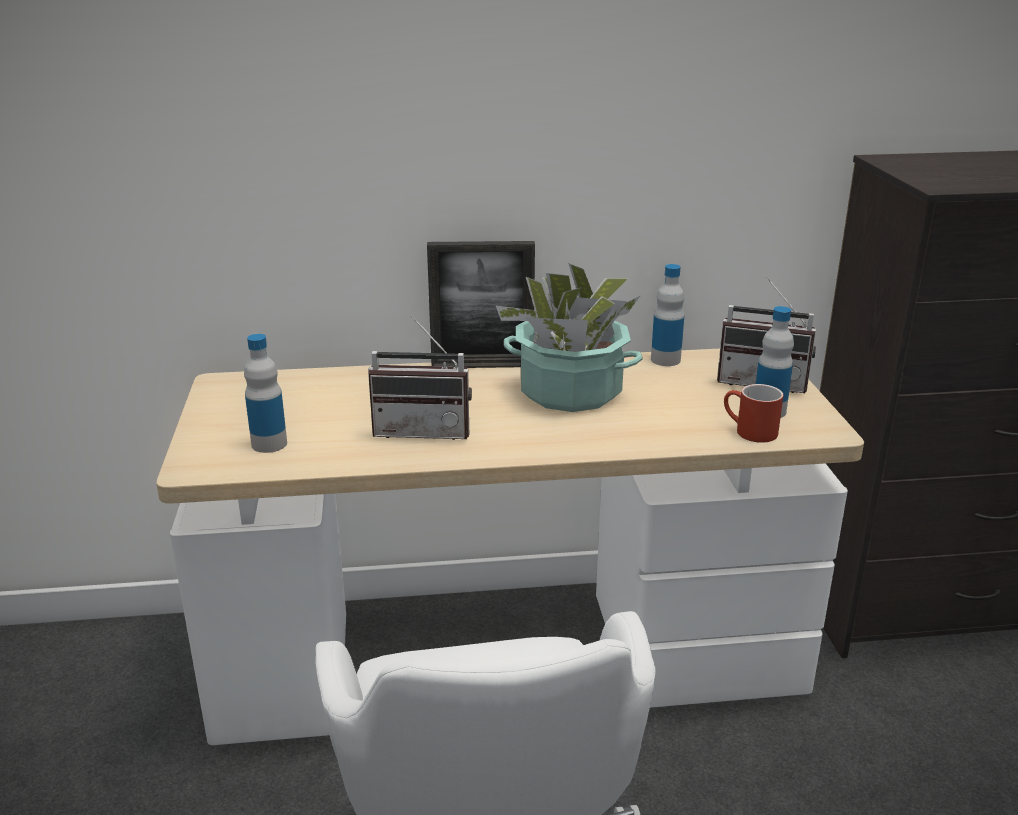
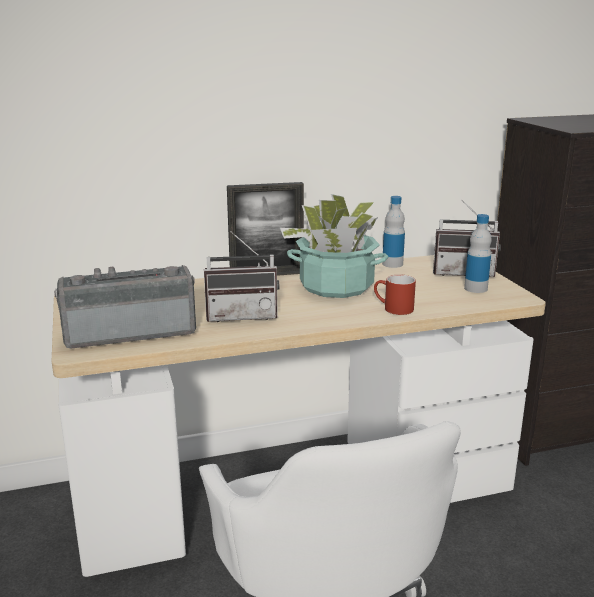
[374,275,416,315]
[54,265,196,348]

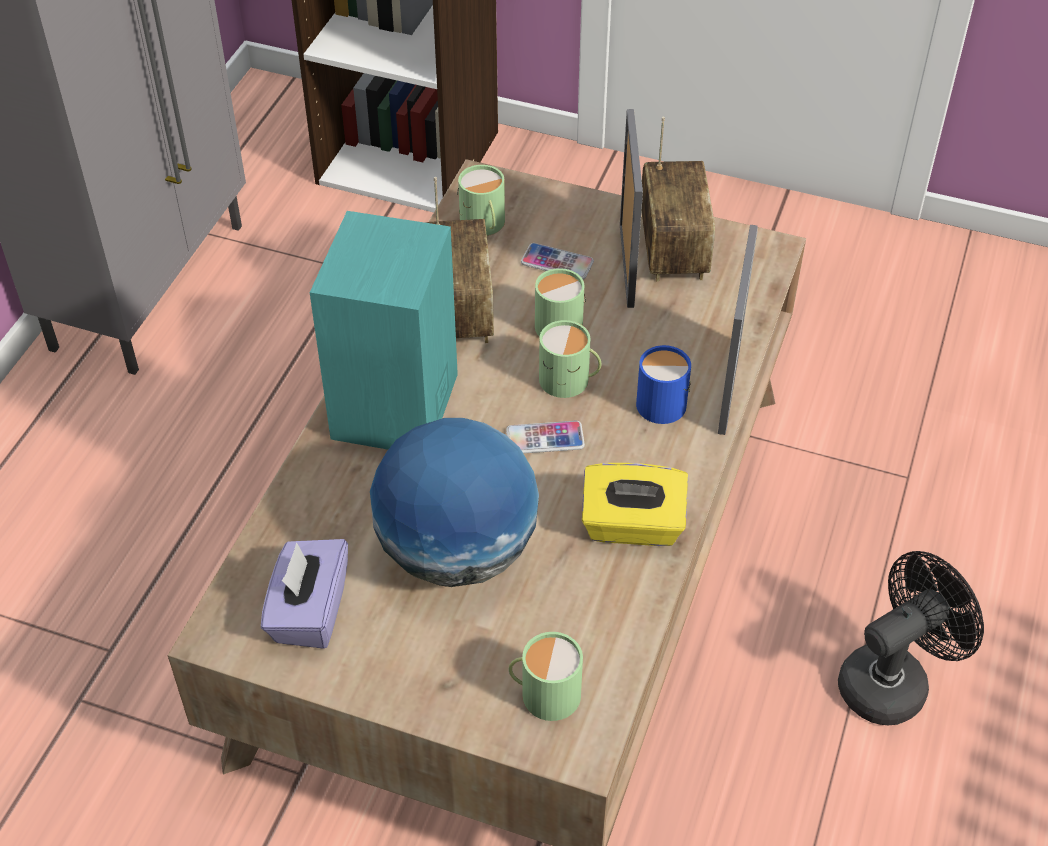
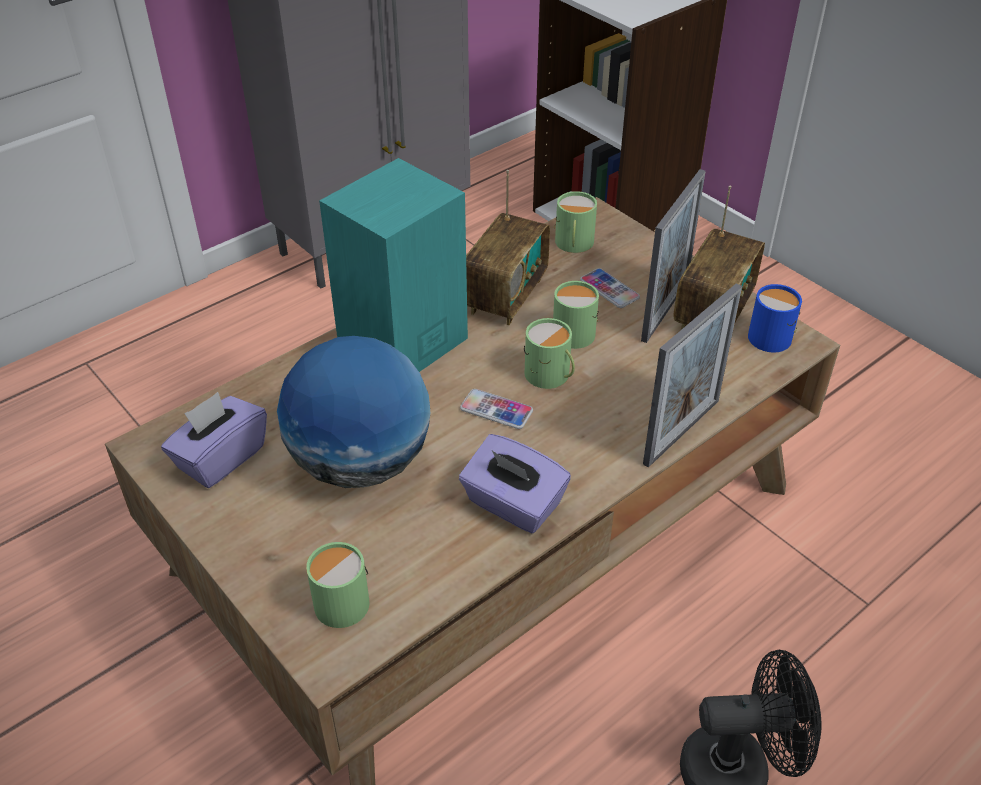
[748,284,802,352]
[459,434,571,533]

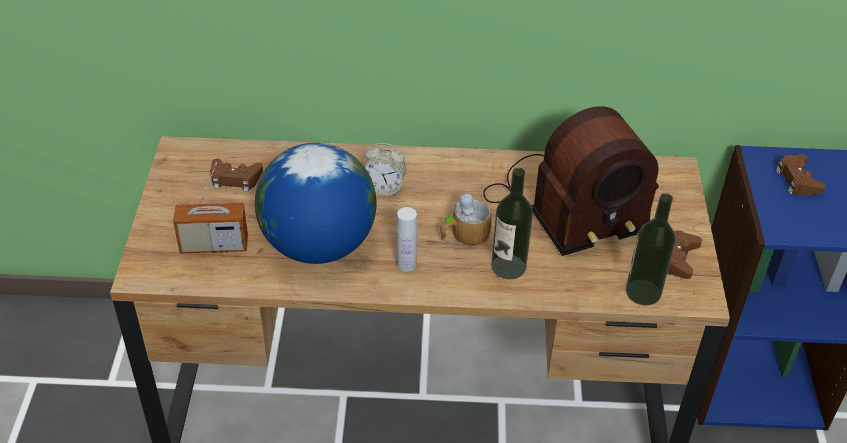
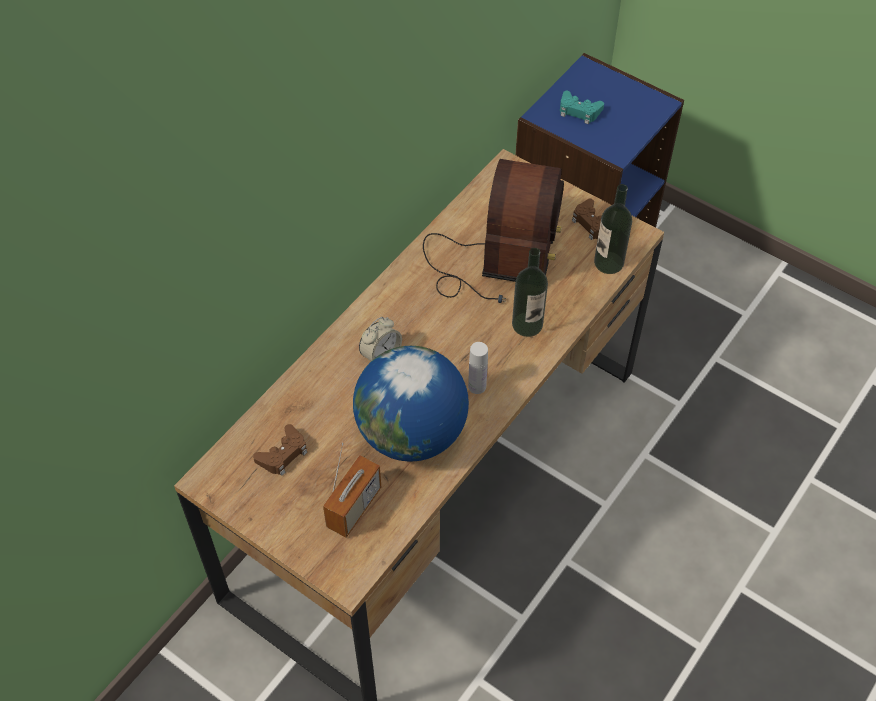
[440,193,492,247] (first image)
[560,91,604,124]

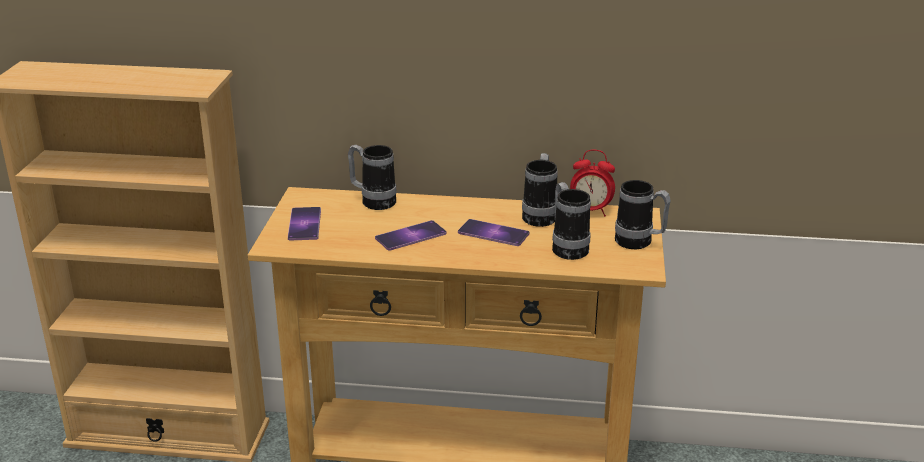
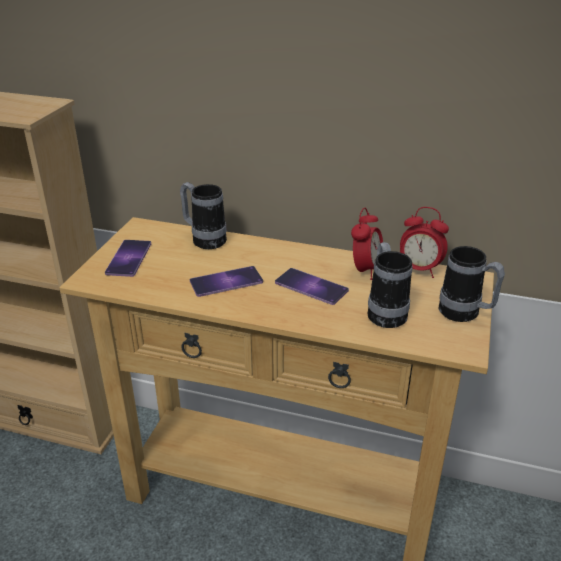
[351,208,383,280]

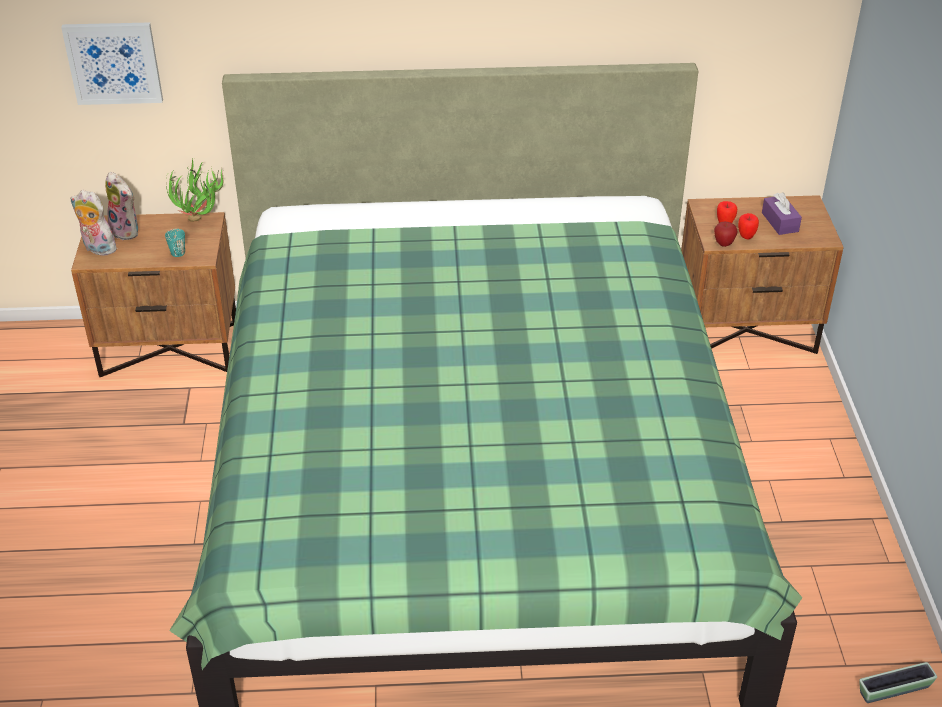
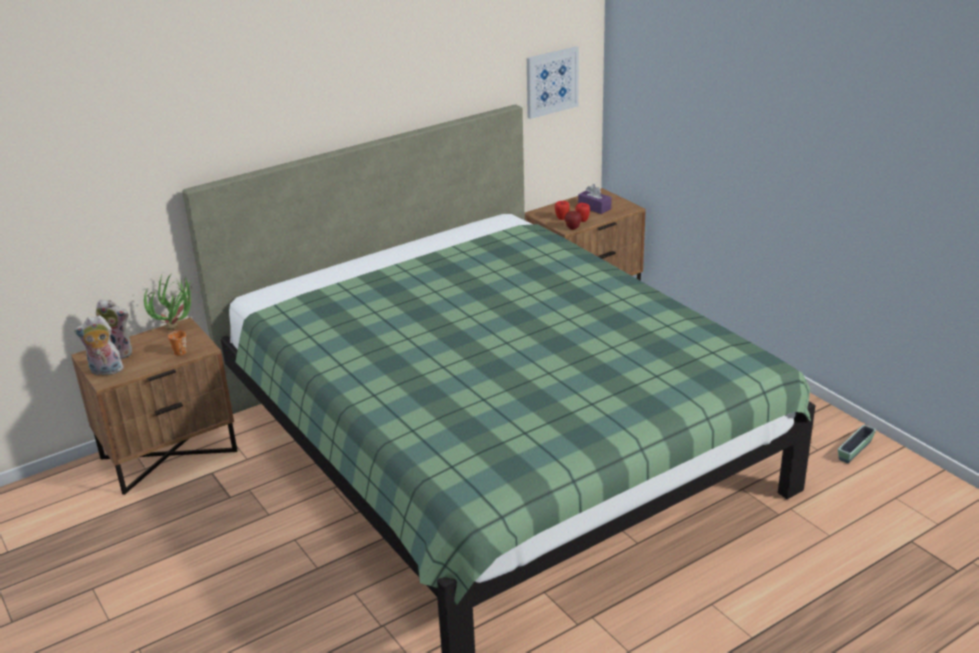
[527,47,579,119]
[168,330,187,355]

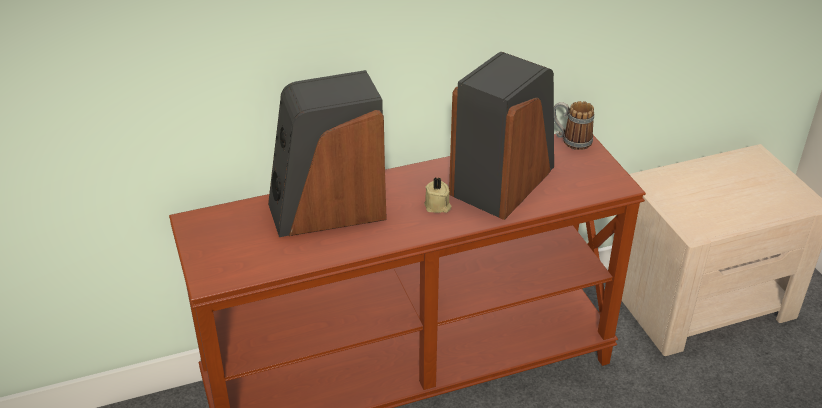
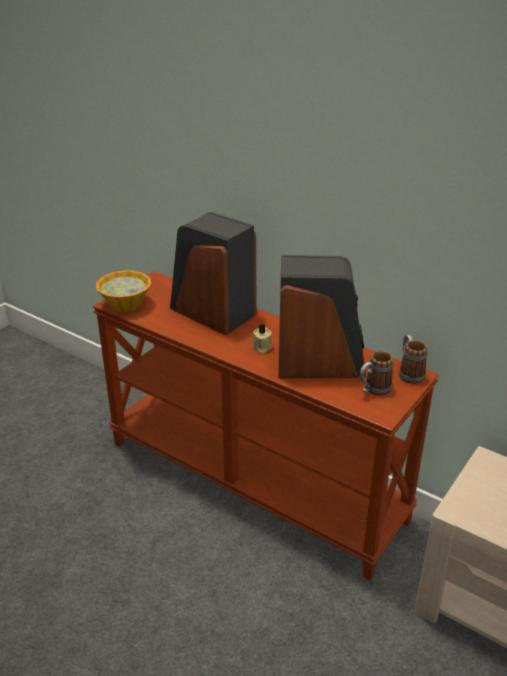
[96,271,151,312]
[360,351,393,395]

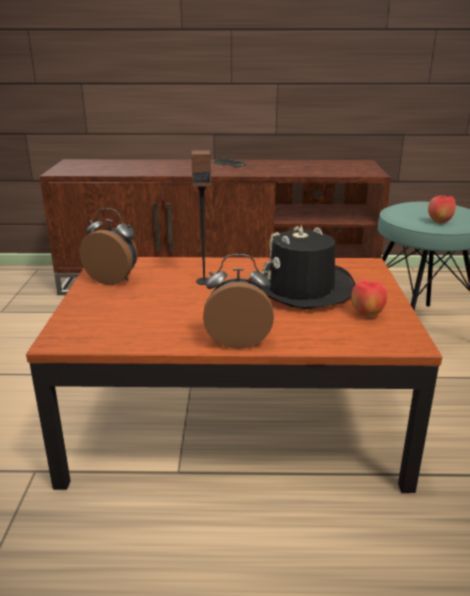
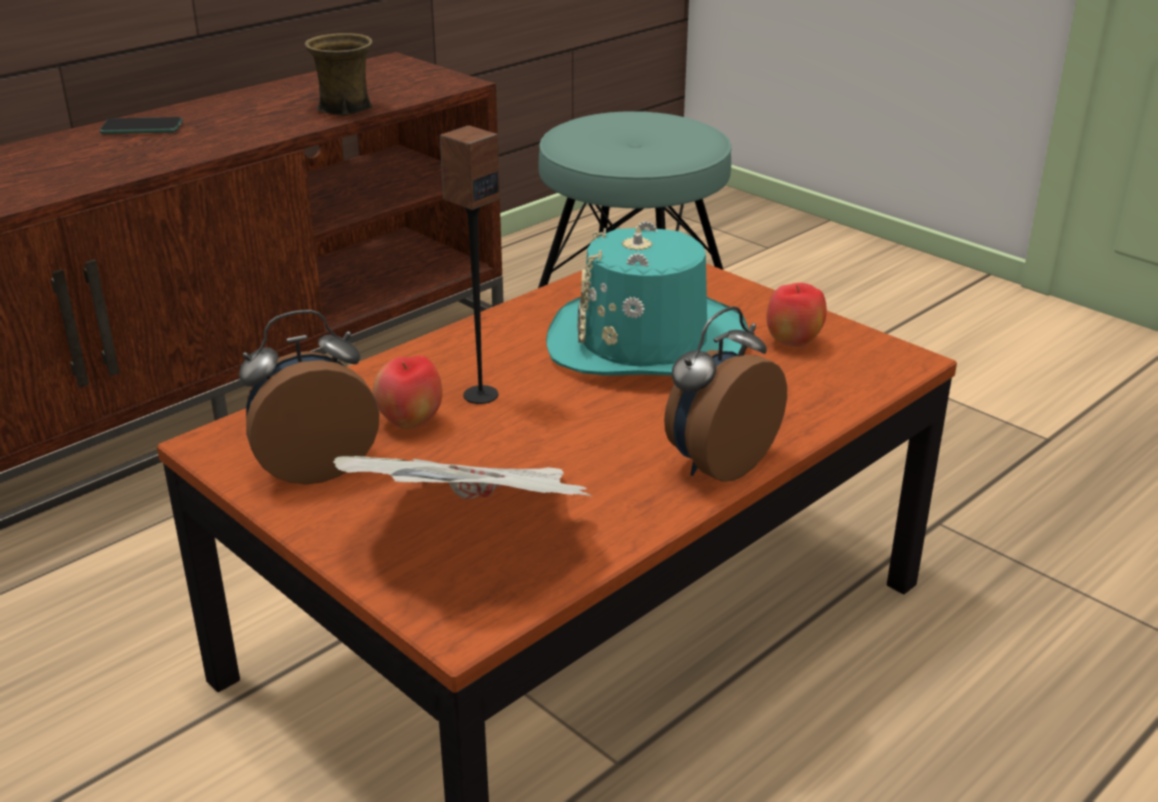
[305,33,373,116]
[333,456,592,500]
[373,356,443,429]
[546,220,748,376]

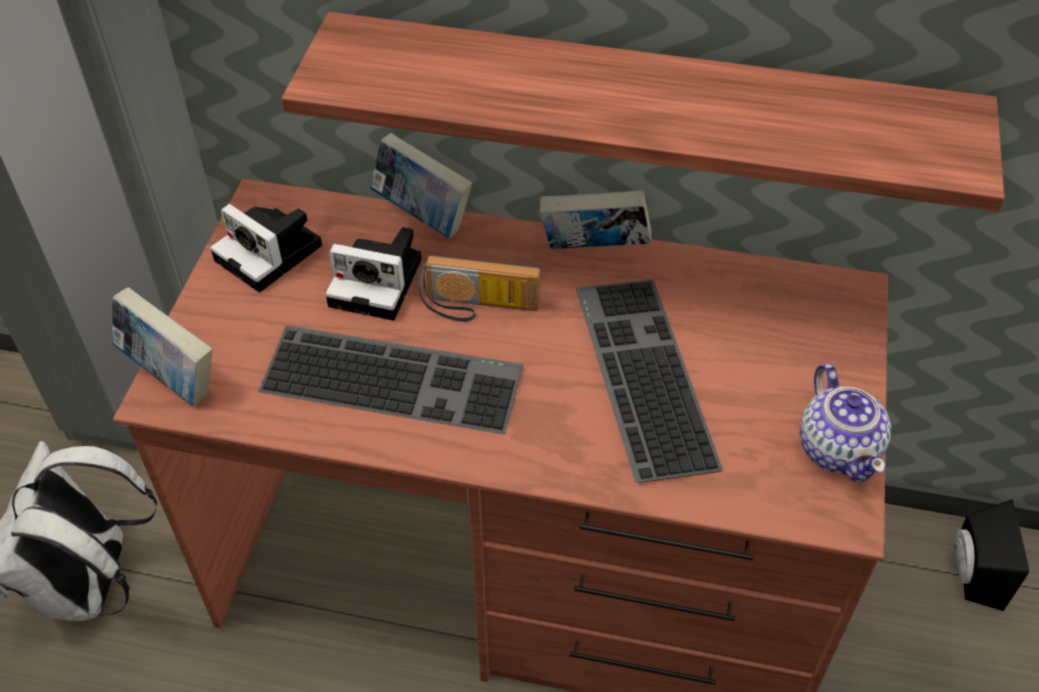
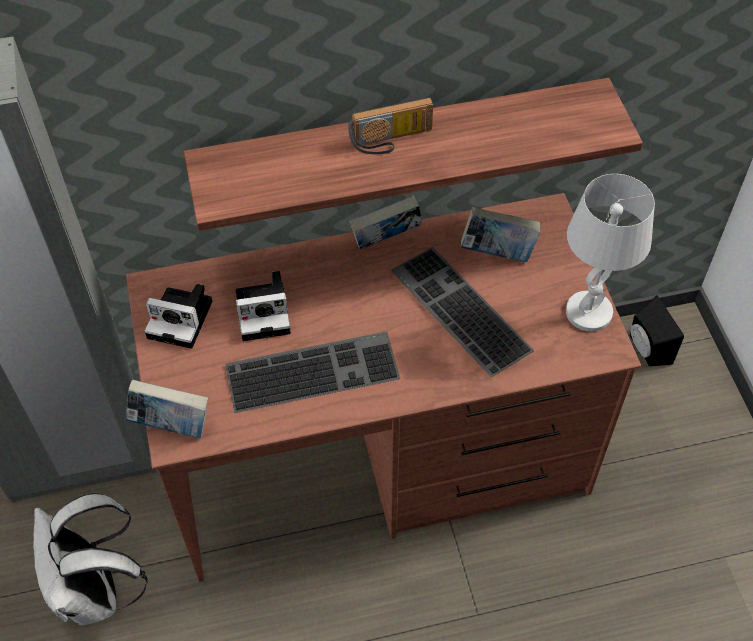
[461,207,541,262]
[348,97,433,154]
[566,174,655,332]

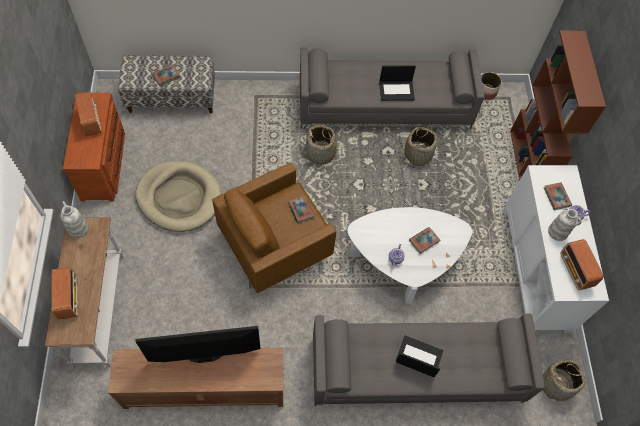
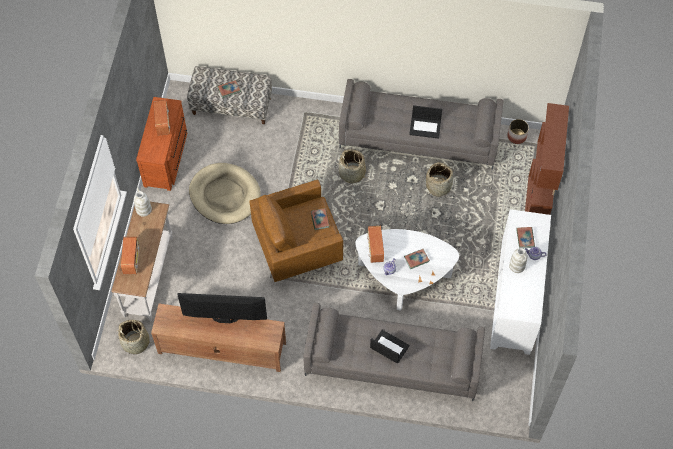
[117,320,154,354]
[367,226,384,263]

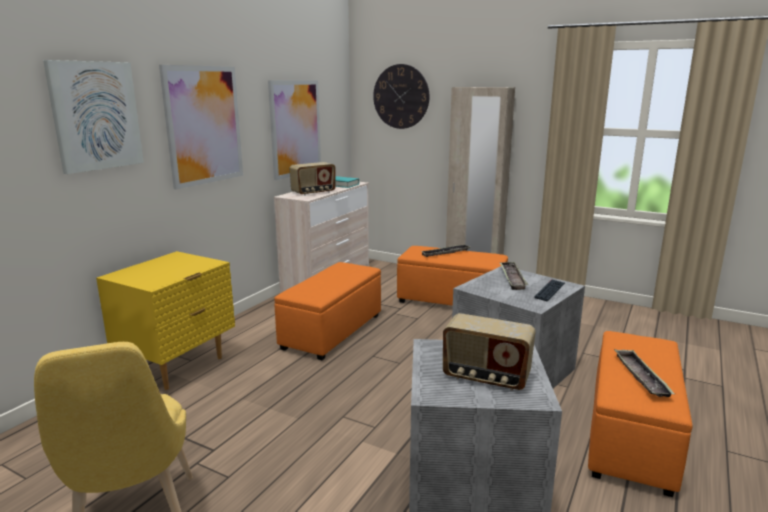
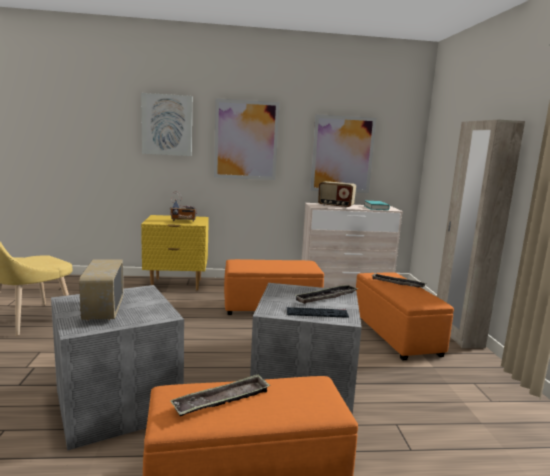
[373,64,429,129] (first image)
[170,191,197,222]

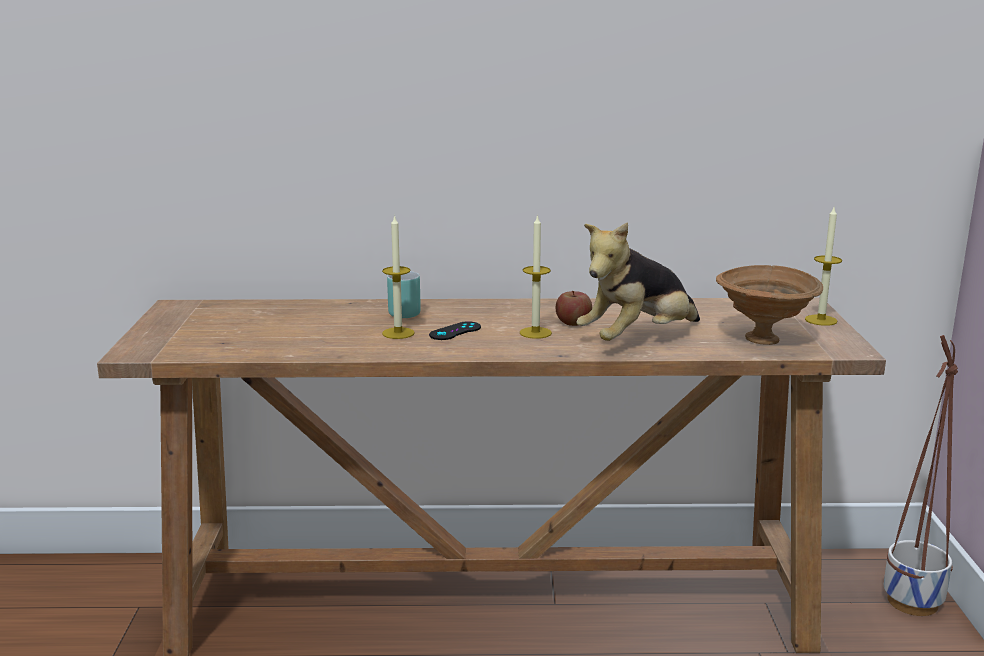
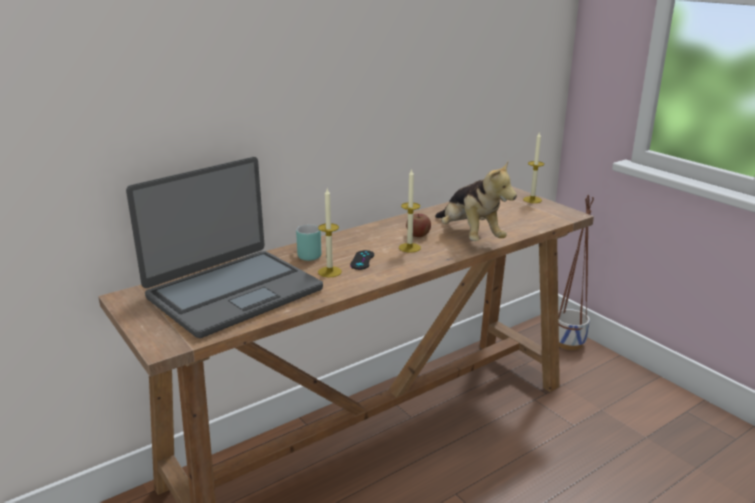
[716,265,823,345] (first image)
[126,157,323,338]
[435,161,517,241]

